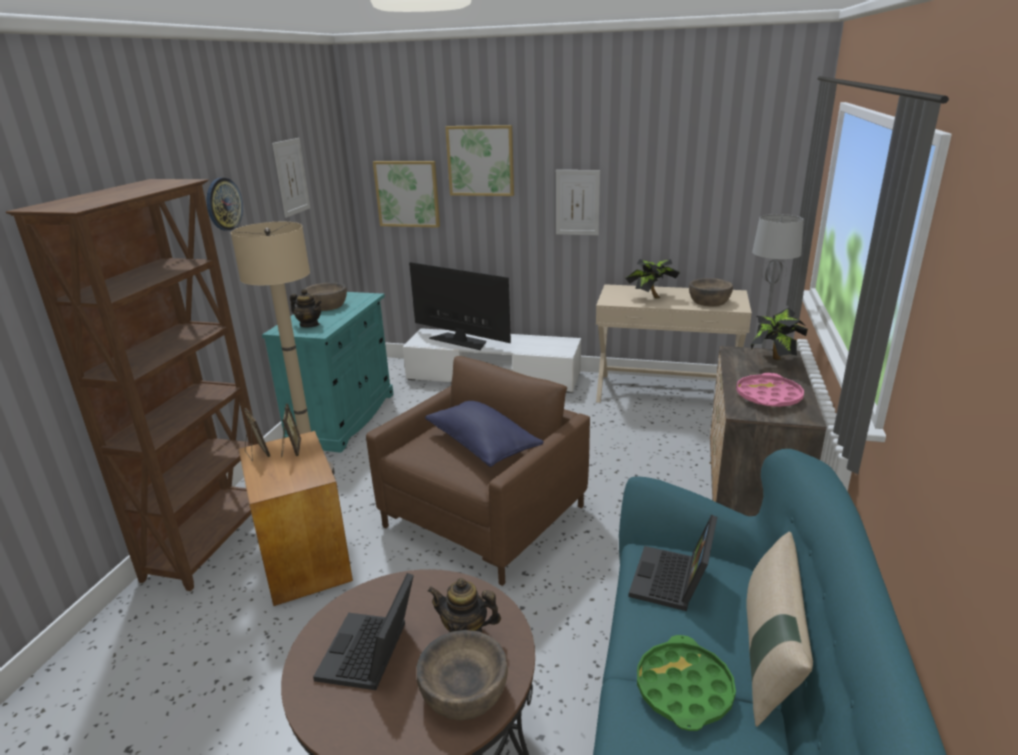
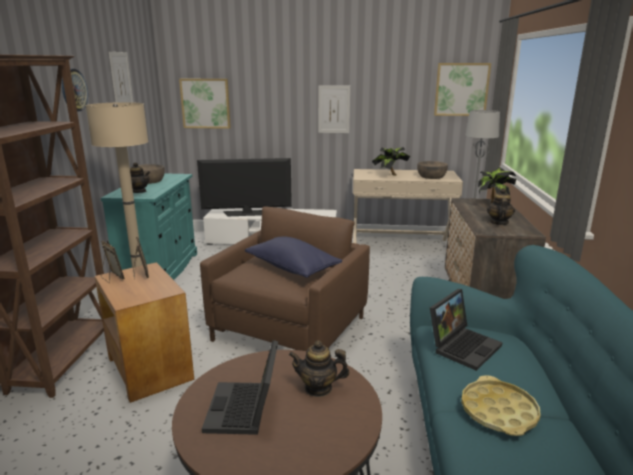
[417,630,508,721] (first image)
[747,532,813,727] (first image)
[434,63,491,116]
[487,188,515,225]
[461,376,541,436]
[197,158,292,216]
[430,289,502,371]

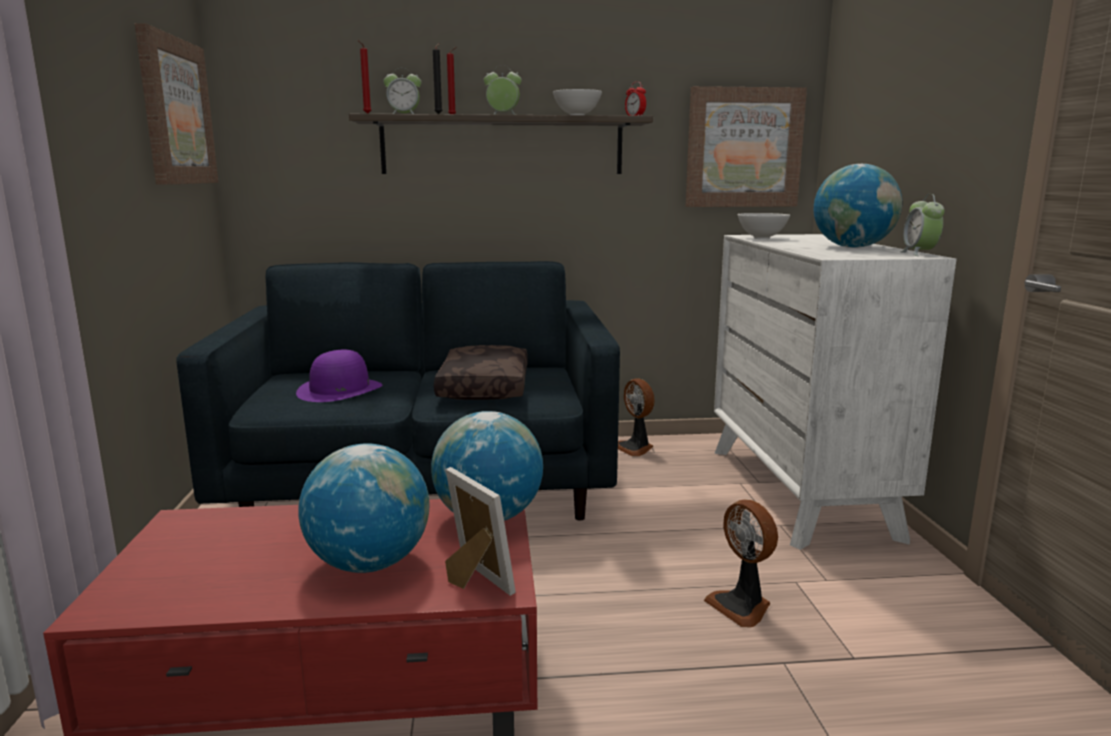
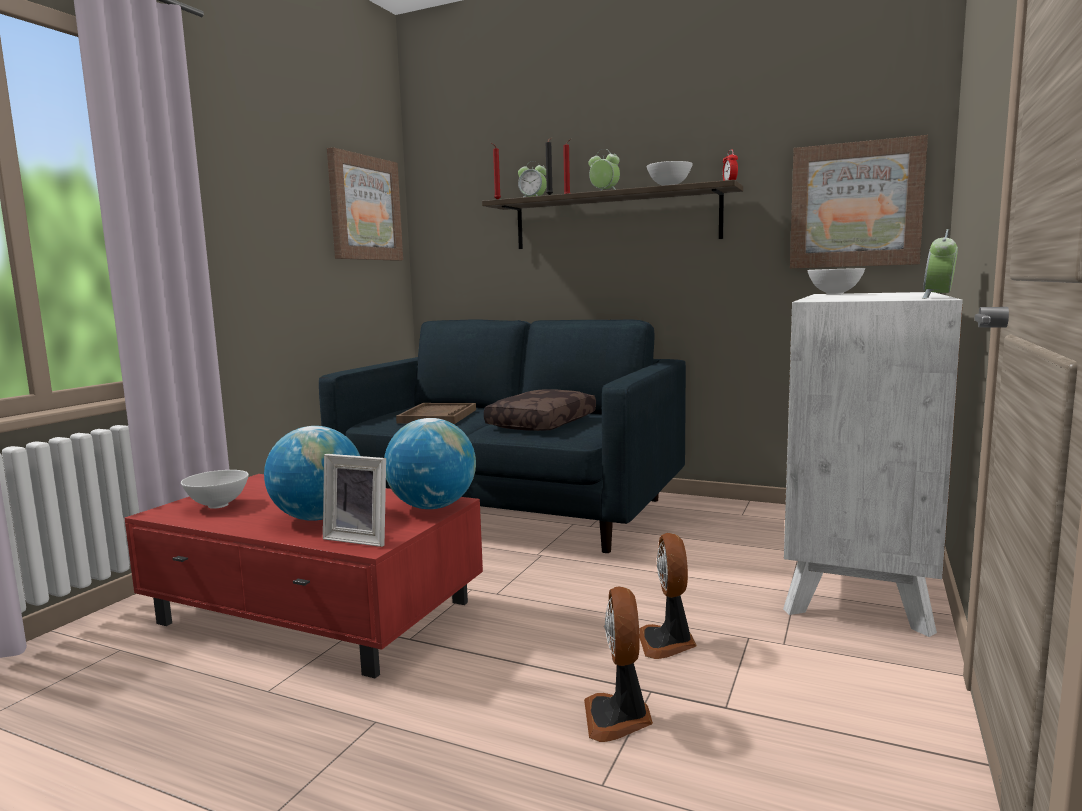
[814,164,902,248] (first image)
[181,470,249,509]
[584,587,653,742]
[396,403,476,424]
[323,454,386,547]

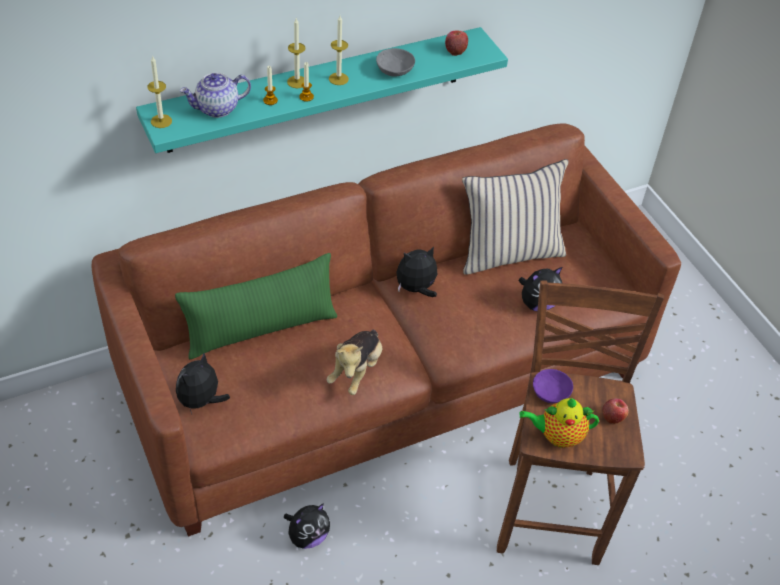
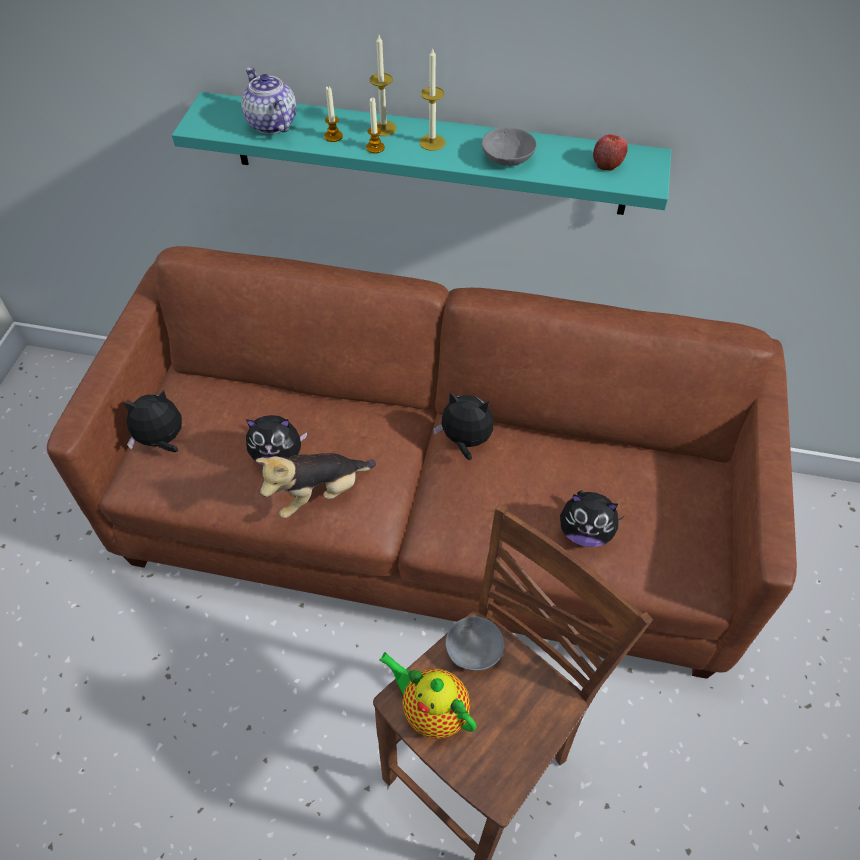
[147,55,172,128] (first image)
[175,253,337,359] (first image)
[462,159,568,275] (first image)
[602,398,629,424] (first image)
[246,415,307,465]
[445,616,504,671]
[241,67,296,134]

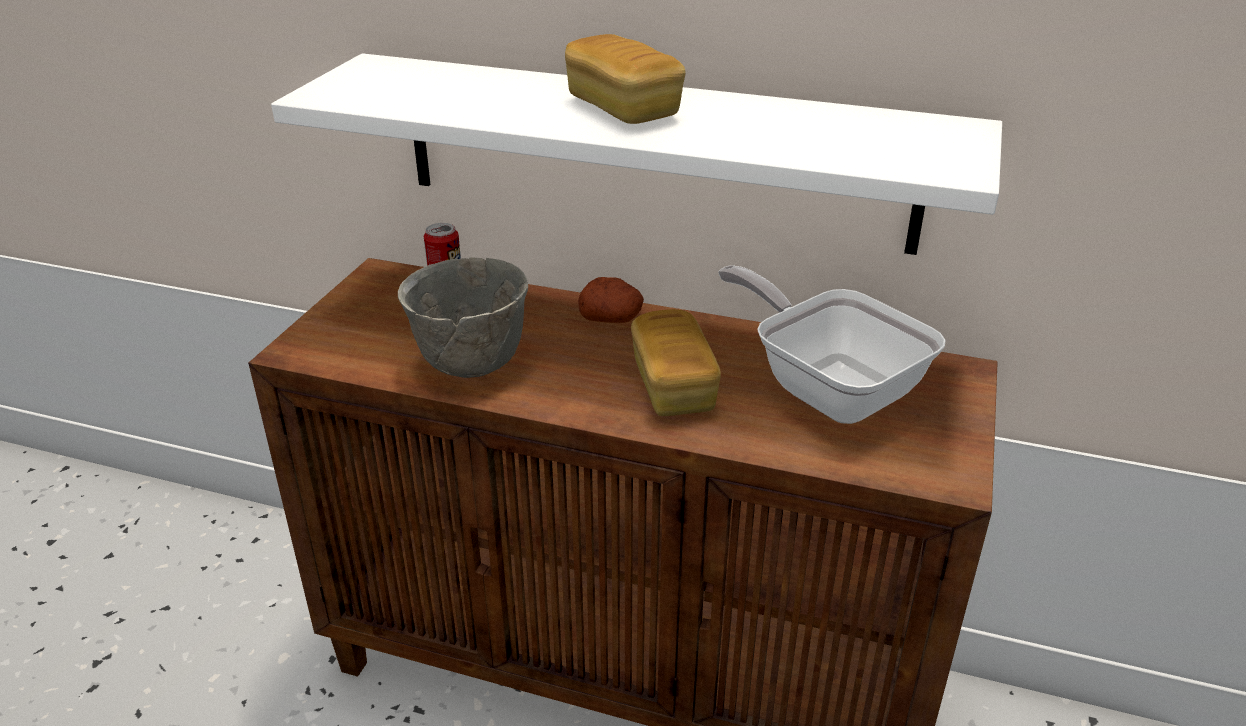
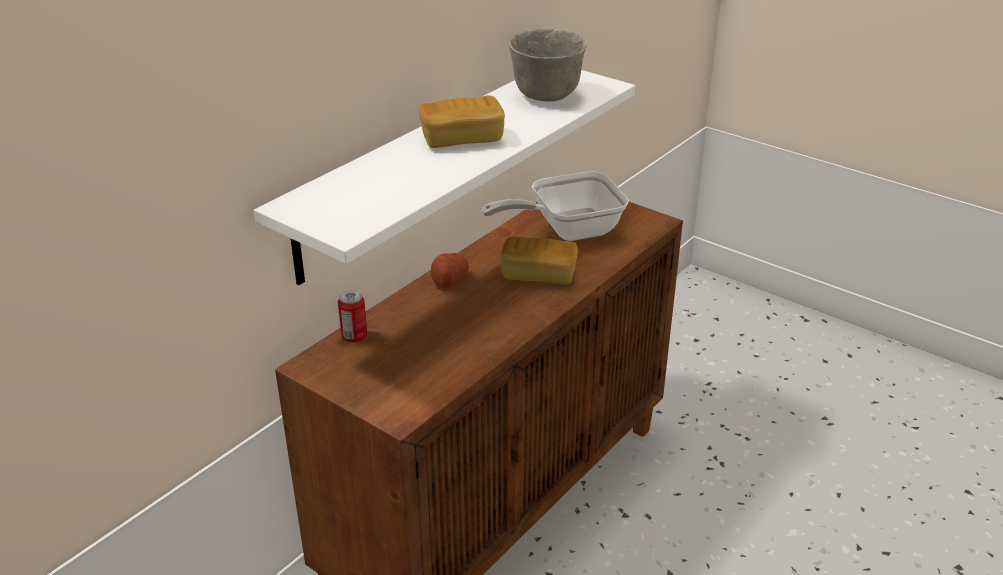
[509,29,587,102]

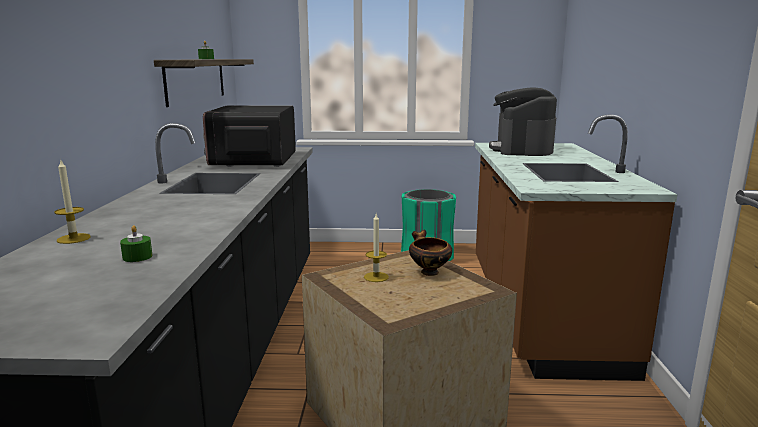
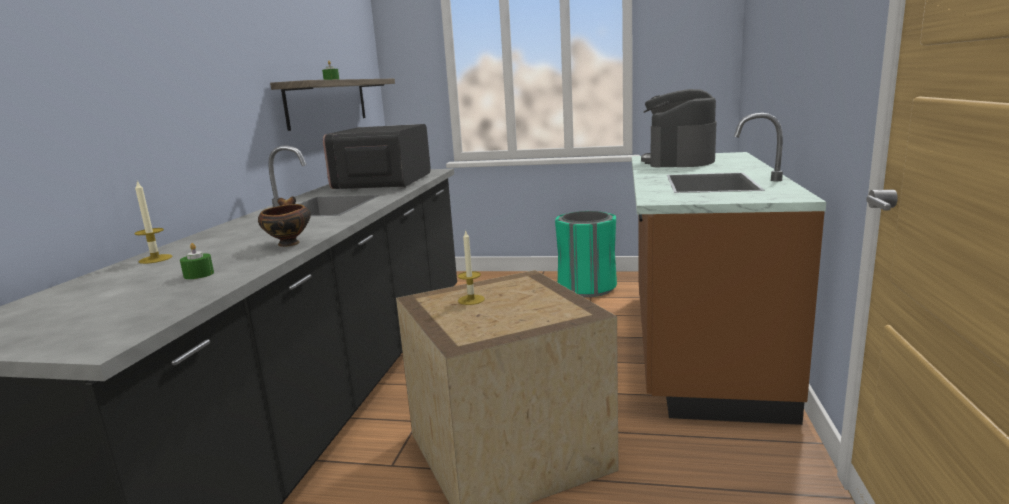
[258,196,311,247]

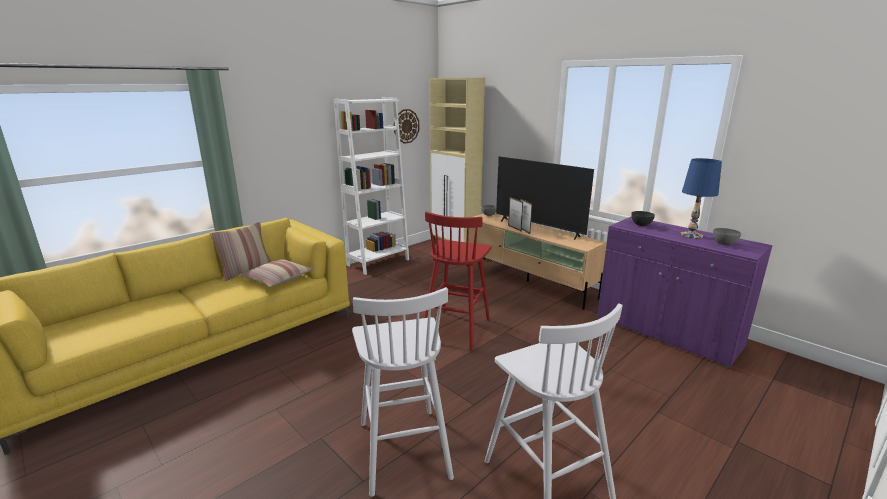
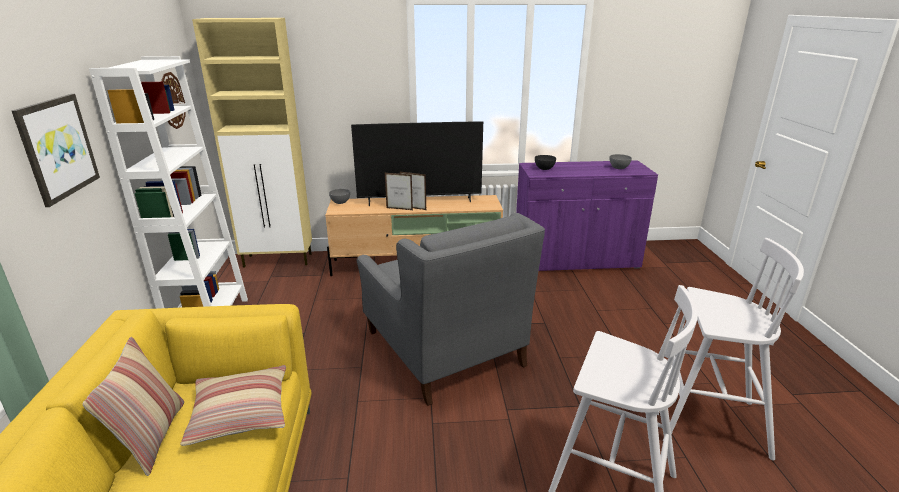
[680,158,722,239] (first image)
[12,94,100,207]
[357,213,545,406]

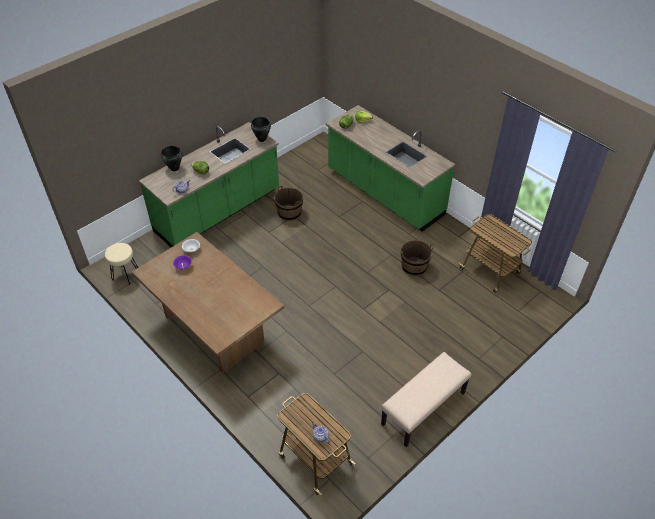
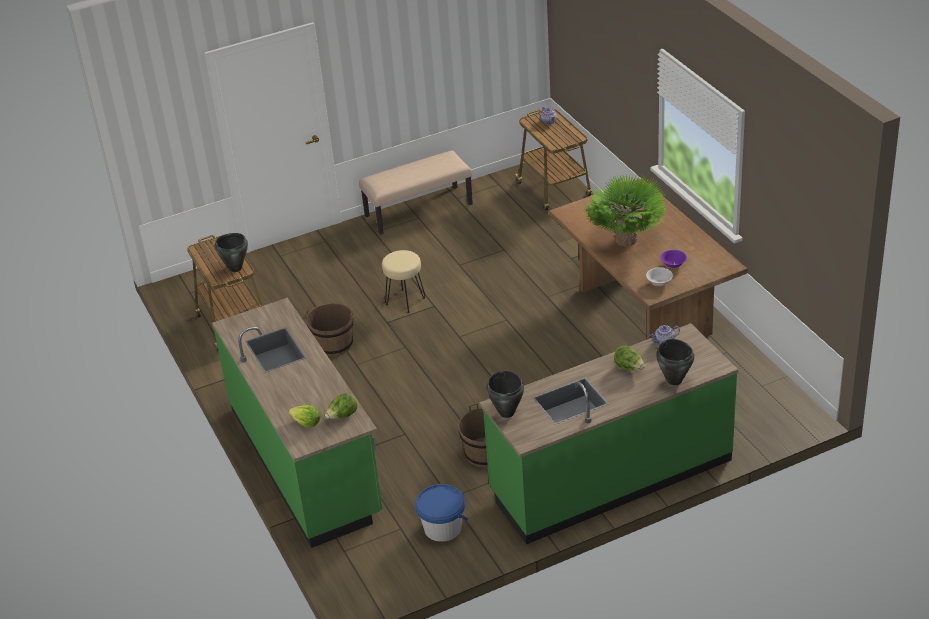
[215,233,248,272]
[415,484,468,542]
[584,175,668,247]
[382,250,425,313]

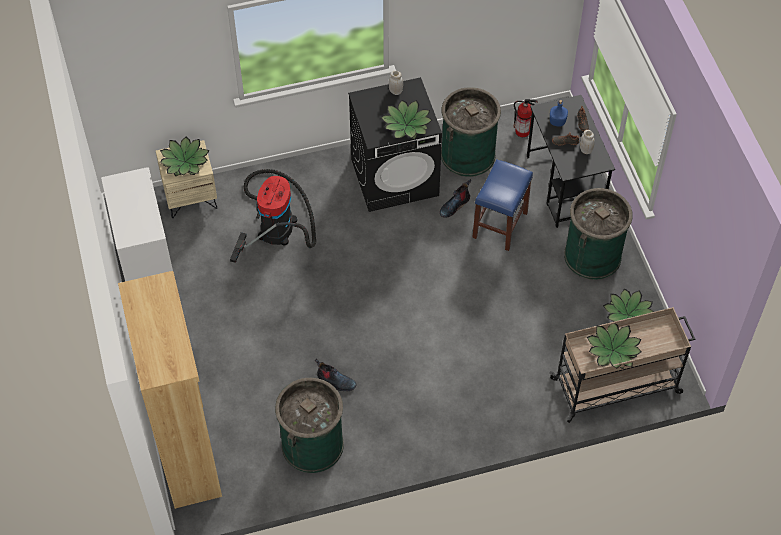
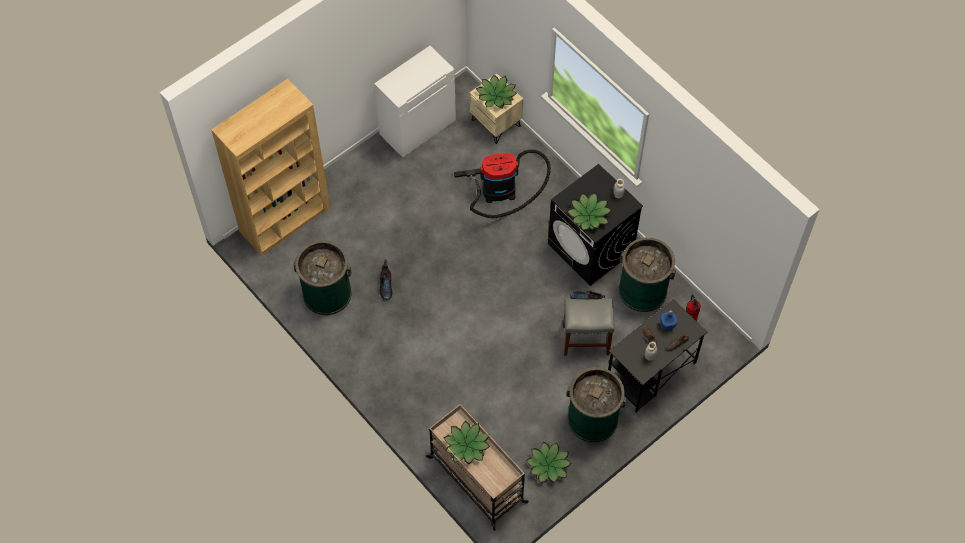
[563,298,614,356]

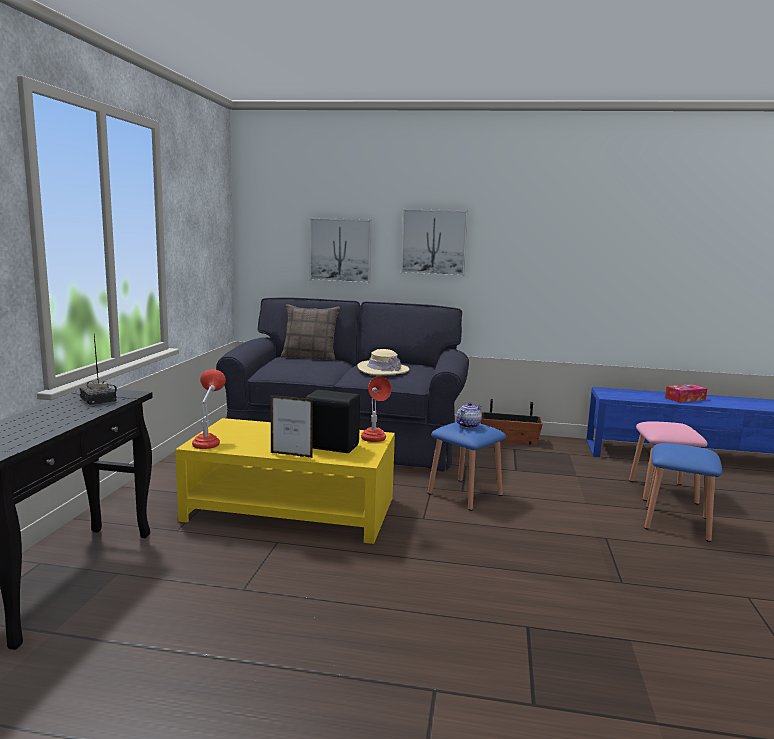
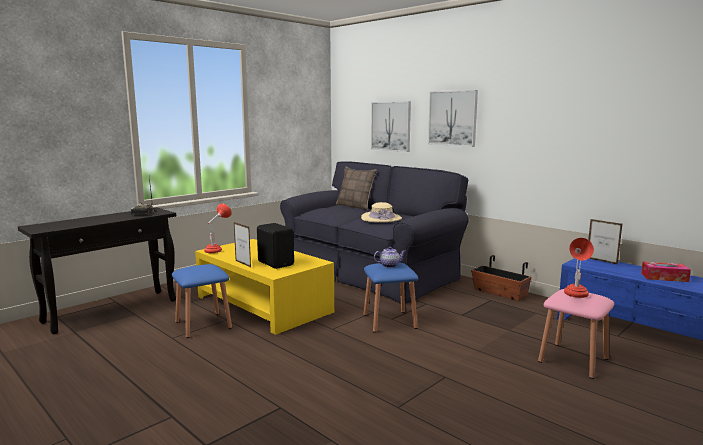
[588,219,622,265]
[564,238,594,298]
[172,264,232,338]

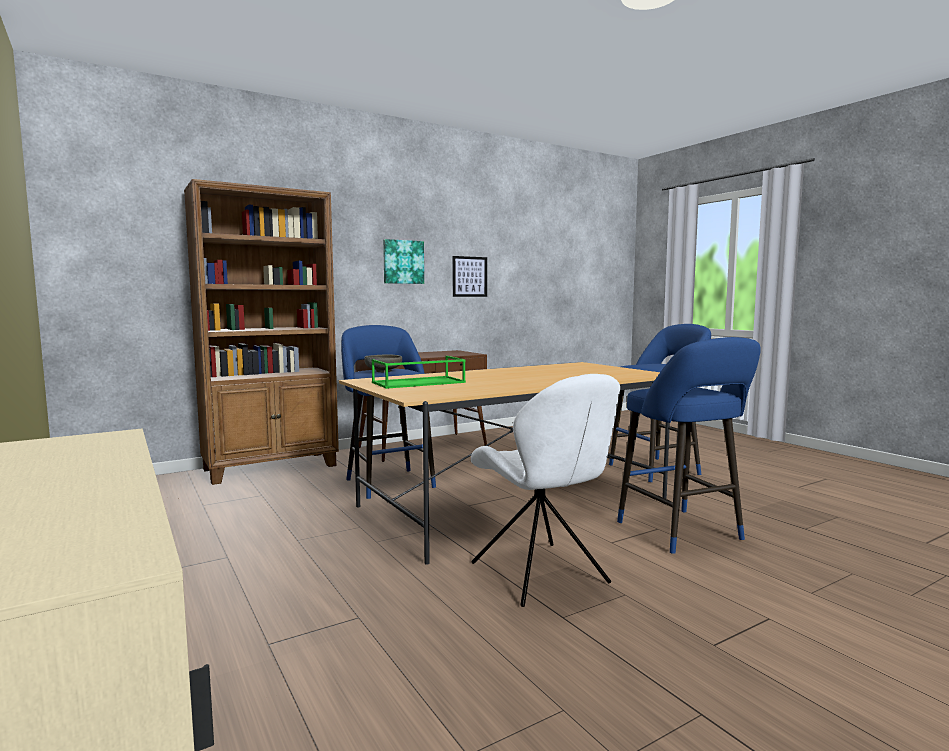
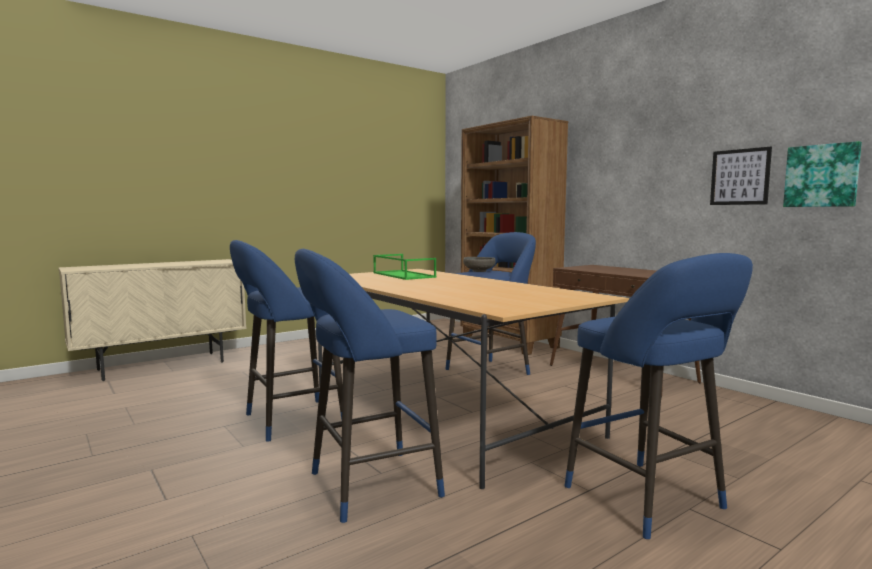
[783,141,862,207]
[230,240,343,442]

